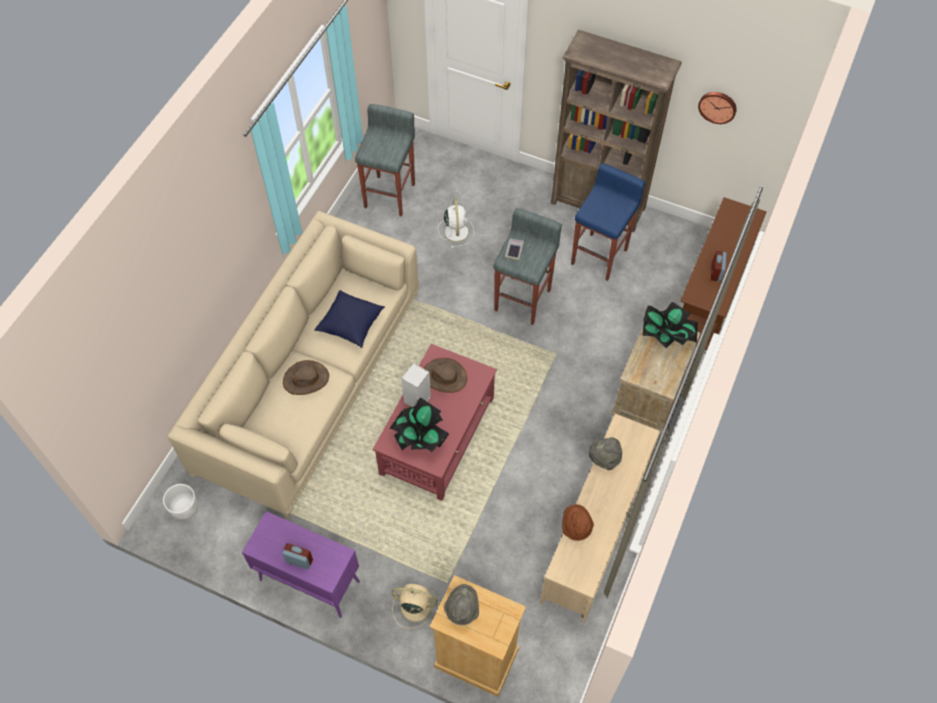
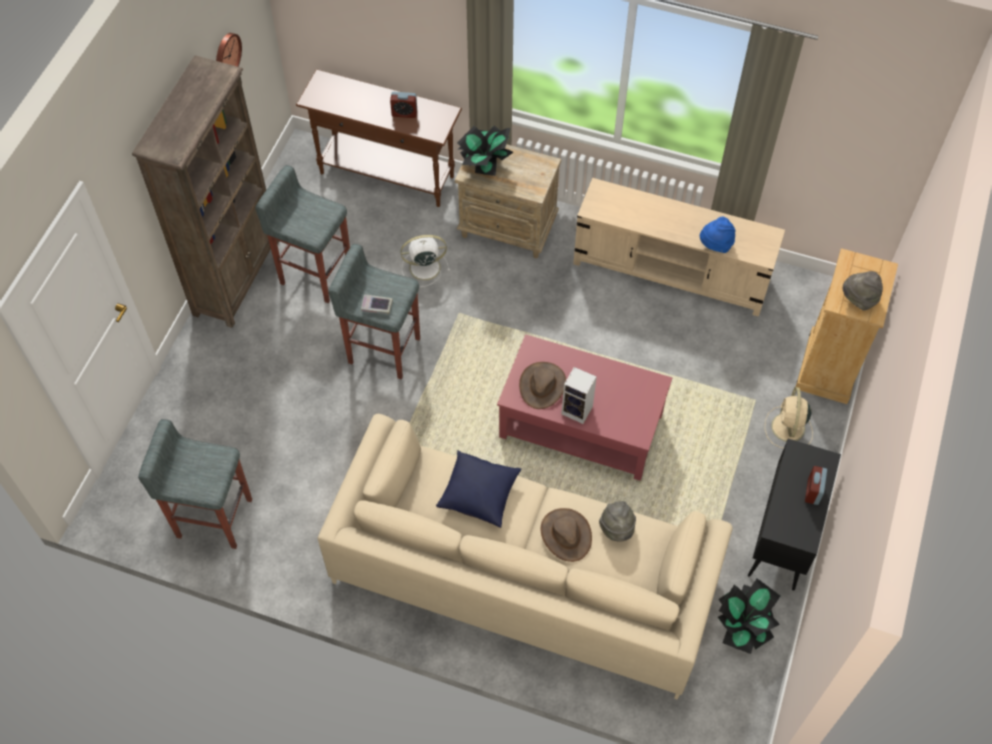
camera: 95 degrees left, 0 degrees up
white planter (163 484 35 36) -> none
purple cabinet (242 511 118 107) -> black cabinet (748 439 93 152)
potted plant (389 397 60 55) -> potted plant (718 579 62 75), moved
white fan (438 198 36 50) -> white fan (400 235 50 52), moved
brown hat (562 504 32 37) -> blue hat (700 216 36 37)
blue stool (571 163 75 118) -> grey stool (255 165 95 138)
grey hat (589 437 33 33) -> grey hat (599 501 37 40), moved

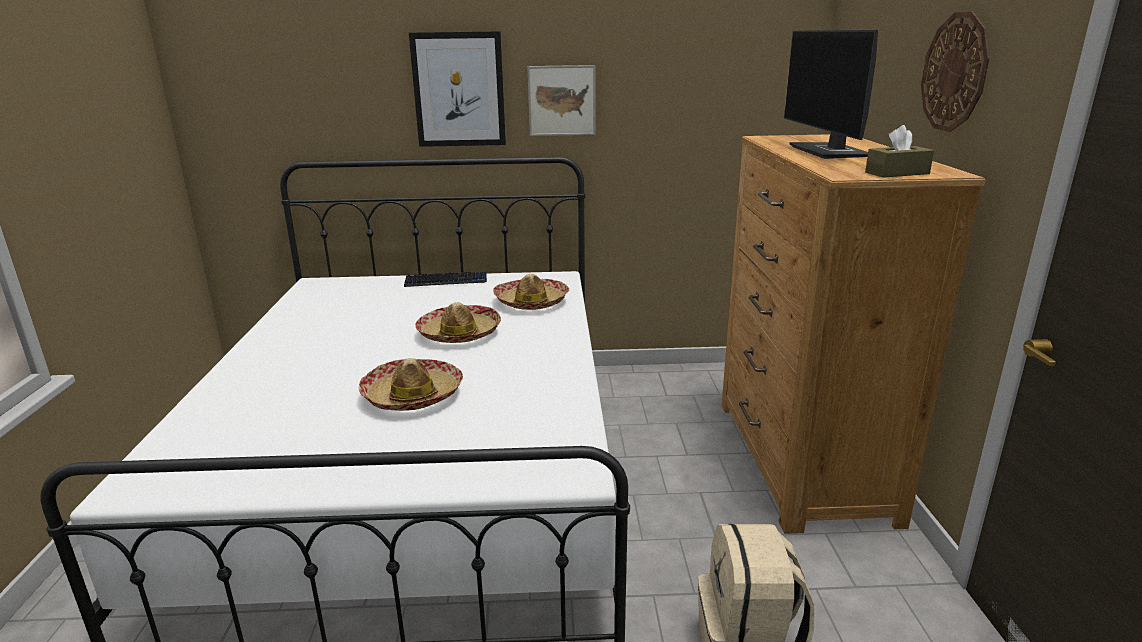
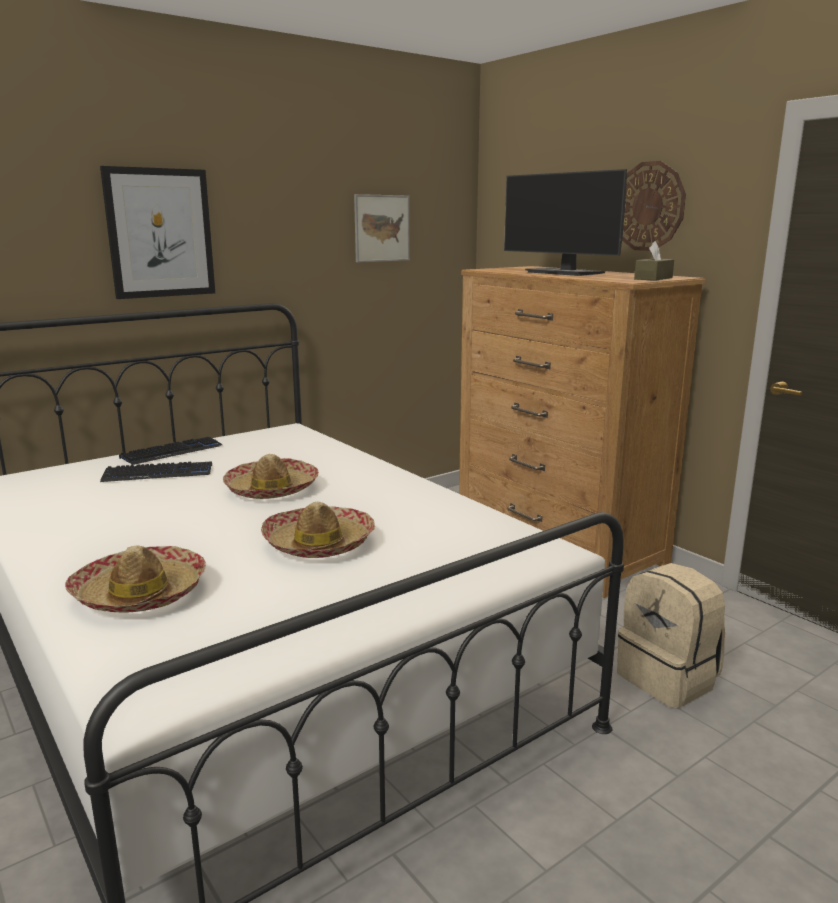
camera: 35 degrees left, 5 degrees down
hat (493 274 76 36) -> hat (65 545 141 68), moved
picture (527 65 68 71) -> picture (354 194 55 68), moved
none -> keyboard (100 461 112 21)

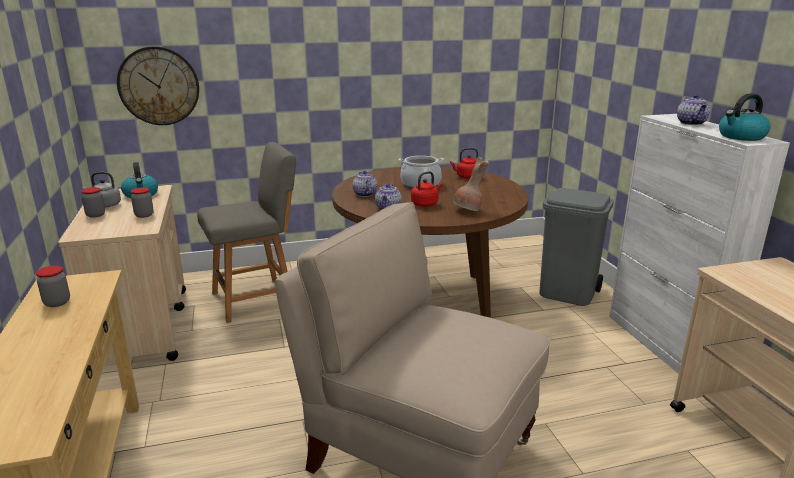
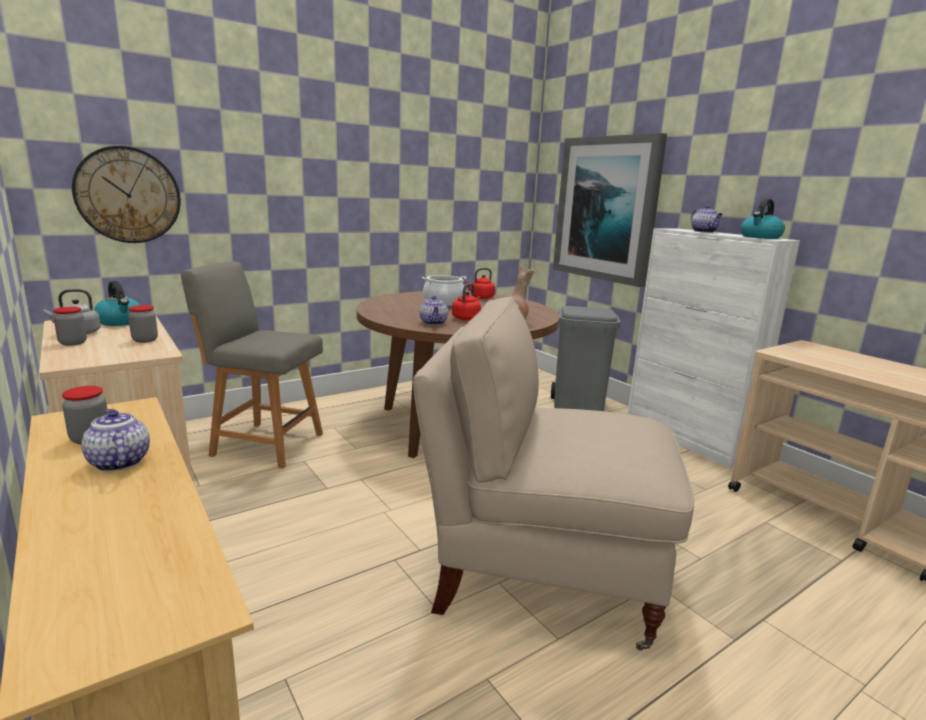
camera: 20 degrees left, 5 degrees down
grey chair (197 142 99 181) -> grey chair (181 261 142 208), 120 degrees counterclockwise
teapot (352 171 25 26) -> teapot (81 409 69 63), moved
none -> picture (553 133 114 154)

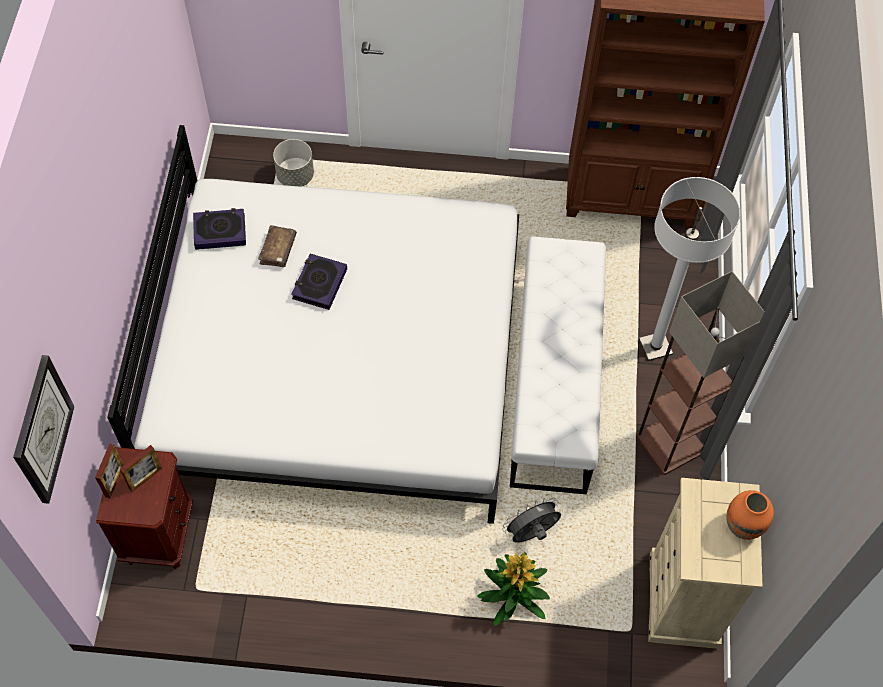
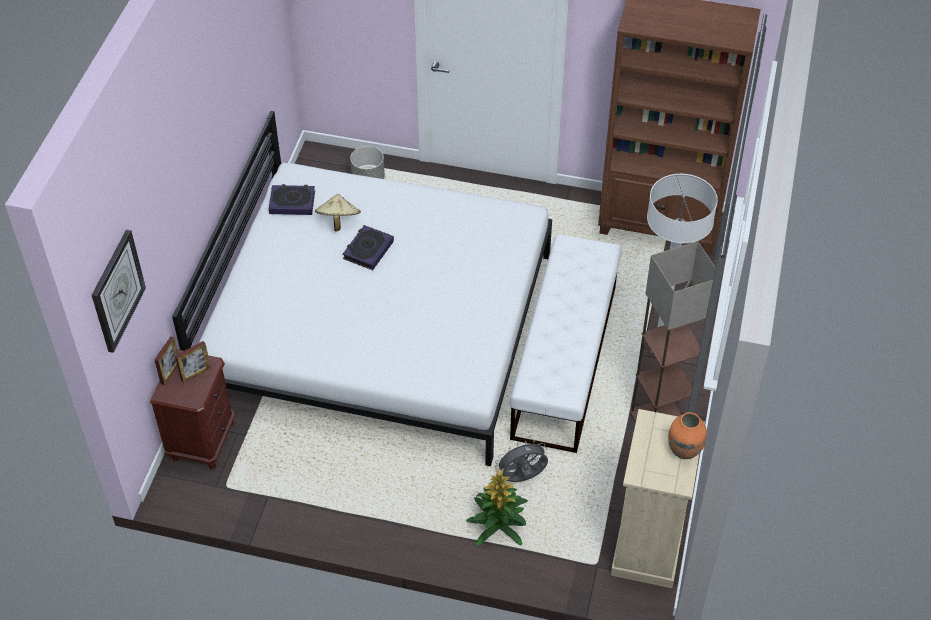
camera: 10 degrees right, 10 degrees down
brown book (258 225 39 42) -> beige hat (315 194 46 38)

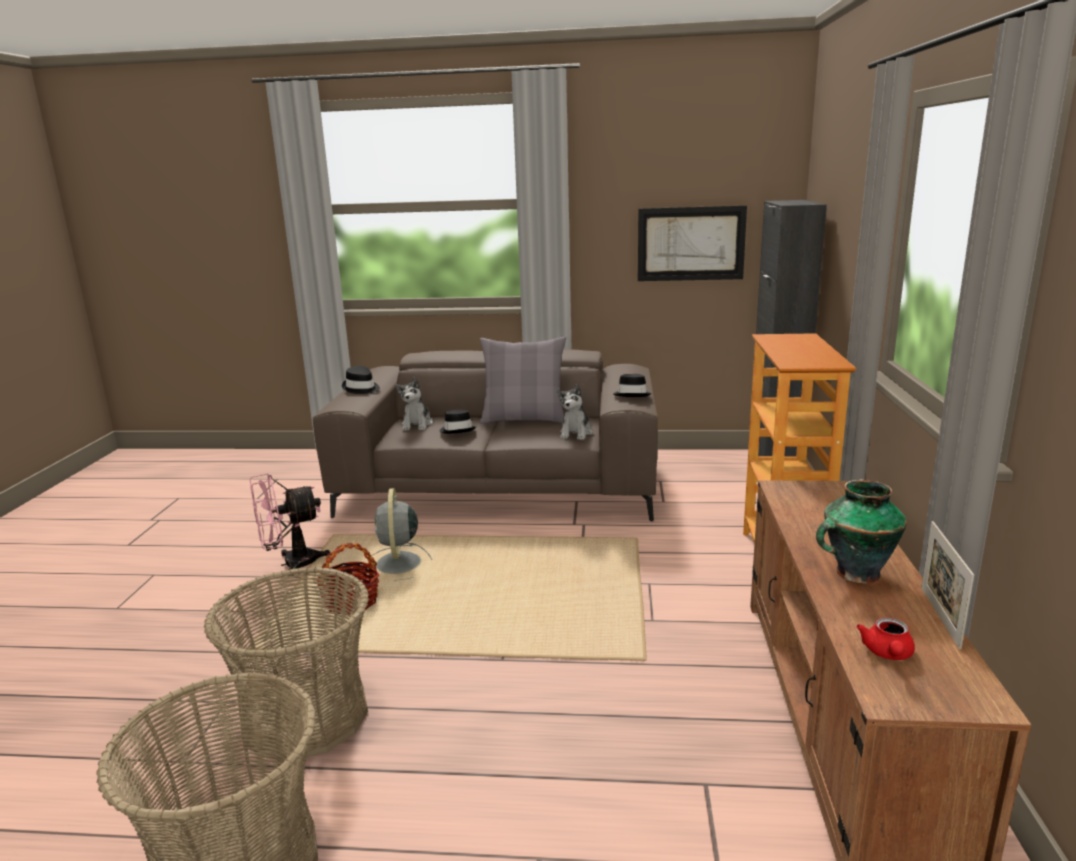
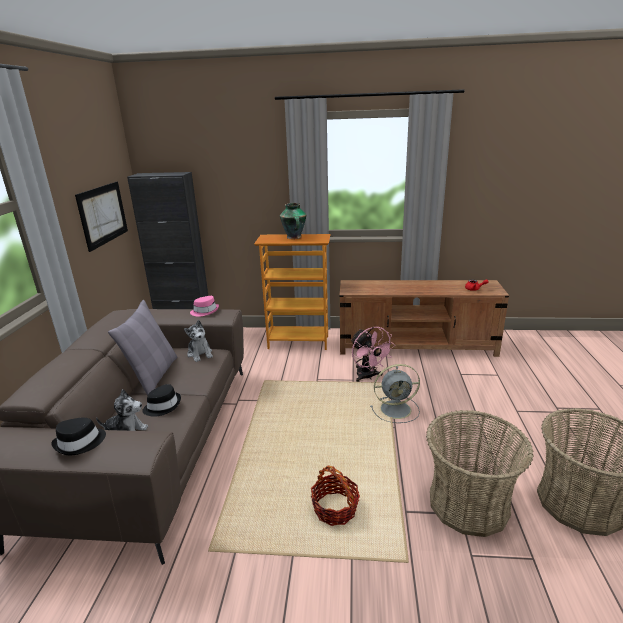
camera: 90 degrees left, 5 degrees up
pink fan (250 473 80 103) -> pink fan (351 327 44 55), moved
grey fan (367 488 65 93) -> grey fan (370 364 50 59), moved
plush toy (557 384 36 56) -> plush toy (184 320 29 42), 45 degrees clockwise
black hat (613 374 38 23) -> pink hat (190 296 29 21)
vase (816 480 91 104) -> vase (280 203 26 36), moved
picture frame (921 521 53 128) -> none

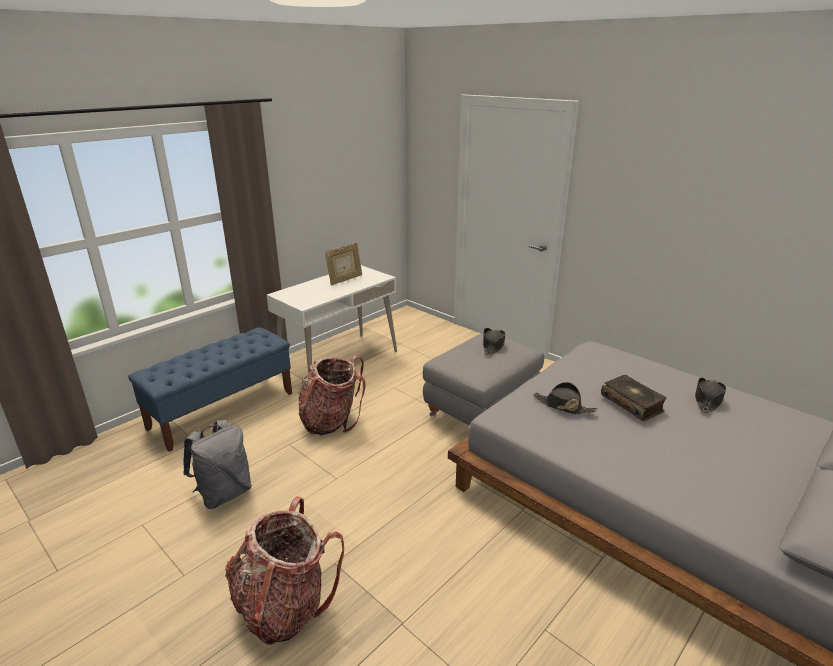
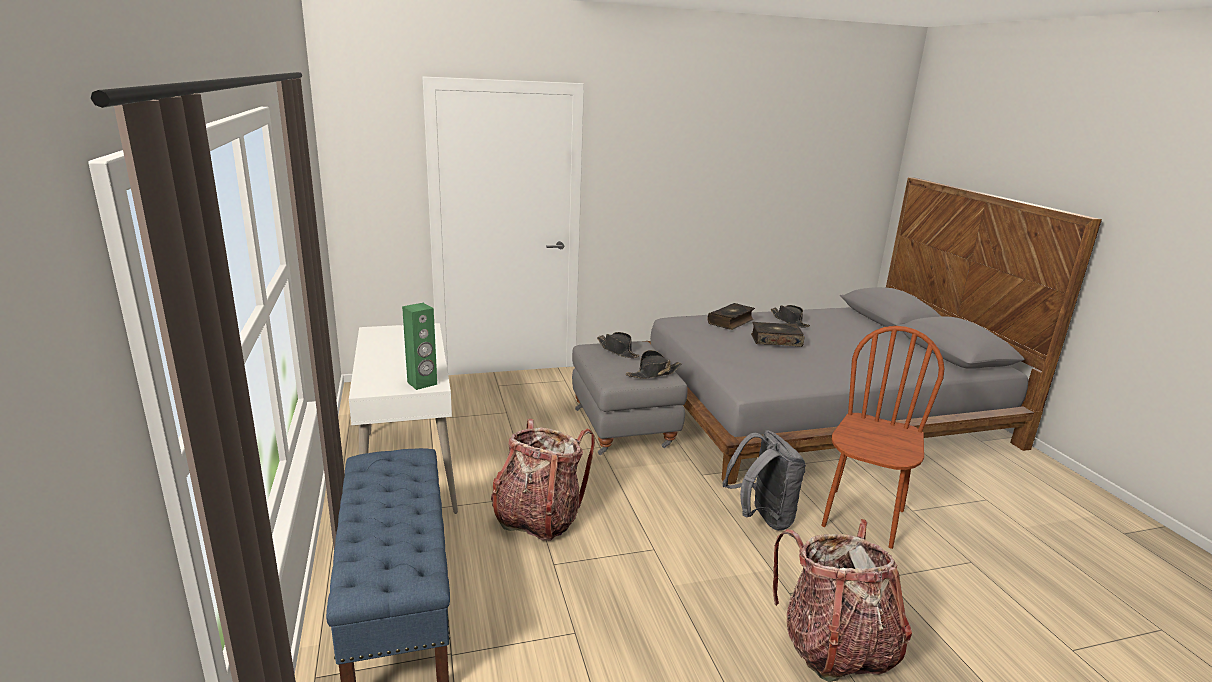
camera: 60 degrees left, 5 degrees down
grey backpack (183 420 69 89) -> grey backpack (723 430 83 101), moved
picture frame (325 243 37 42) -> none
black hat (533 382 64 33) -> black hat (626 350 56 29), moved
none -> green speaker (402 303 35 87)
none -> book (708 303 47 27)
none -> brown chair (821 326 124 223)

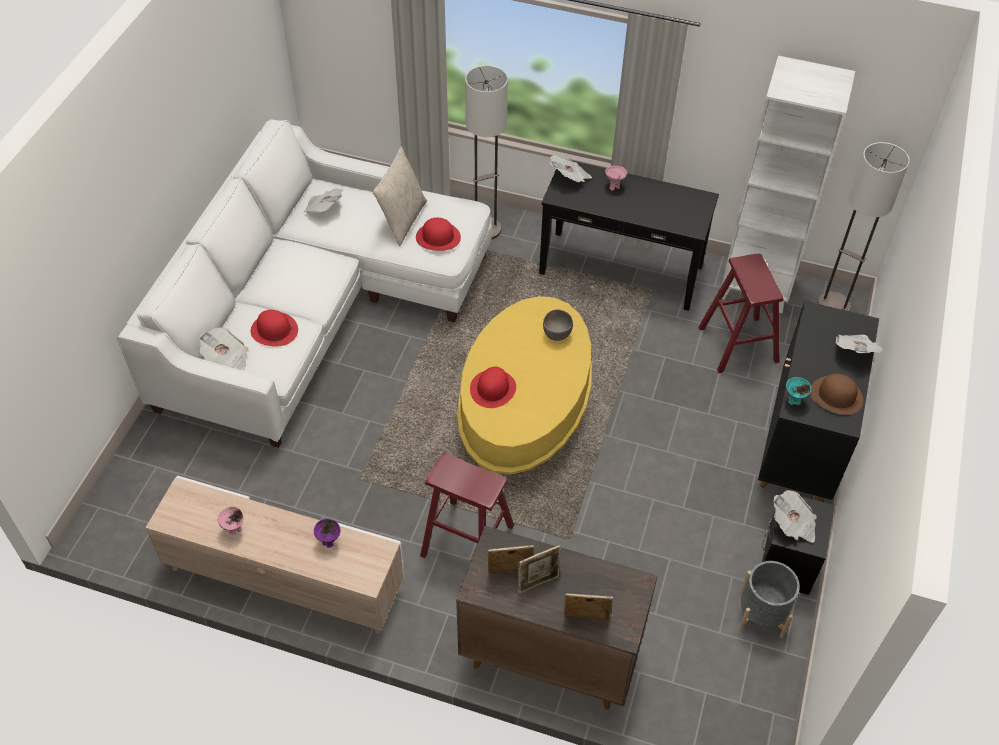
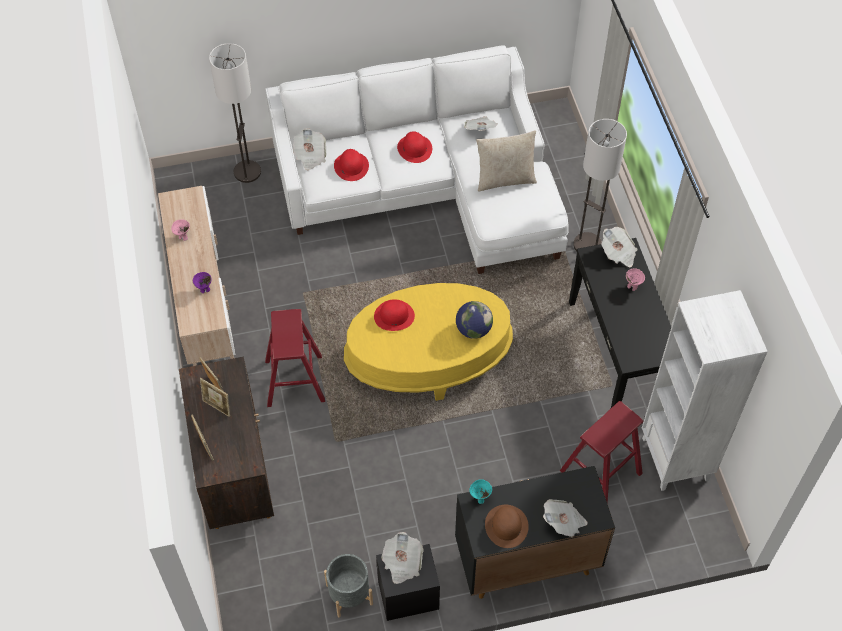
camera: 60 degrees right, 5 degrees up
red hat (416 218 45 33) -> red hat (397 131 35 32), moved
grey bowl (543 309 30 32) -> globe (456 301 37 38)
floor lamp (817 142 93 169) -> floor lamp (209 43 52 140), moved

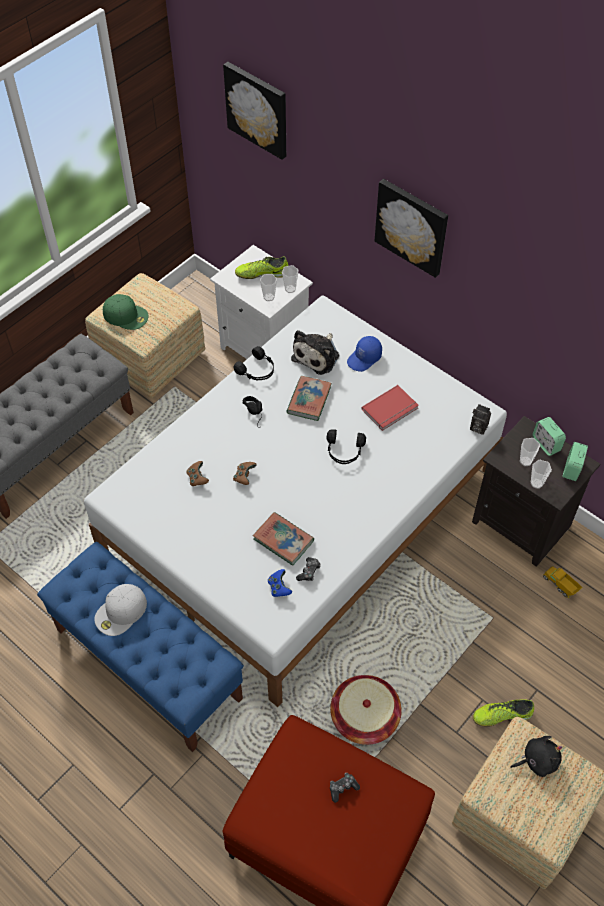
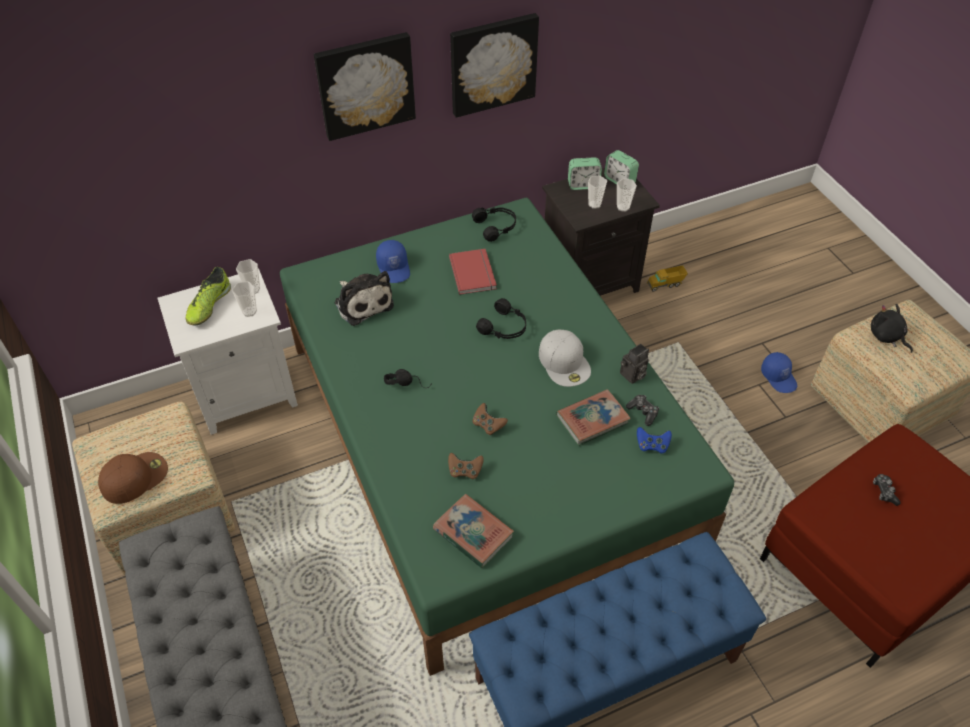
camera: 65 degrees left, 5 degrees down
white bed (84 295 423 412) -> green bed (280 198 454 478)
white cap (94 584 53 52) -> white cap (539 330 52 57), moved
green cap (103 294 46 36) -> brown cap (98 452 70 52)
picture (223 62 63 98) -> picture (450 13 89 105), moved
black headphones (233 346 41 34) -> black headphones (472 207 44 35), moved
book (286 376 46 45) -> book (433 494 81 74), moved
basket (330 675 72 70) -> none
photo camera (470 404 21 31) -> photo camera (620 344 29 40), moved
shoe (473 700 61 27) -> blue cap (761 352 36 41)
black plush toy (510 736 52 41) -> black plush toy (871 304 42 49), 45 degrees counterclockwise

